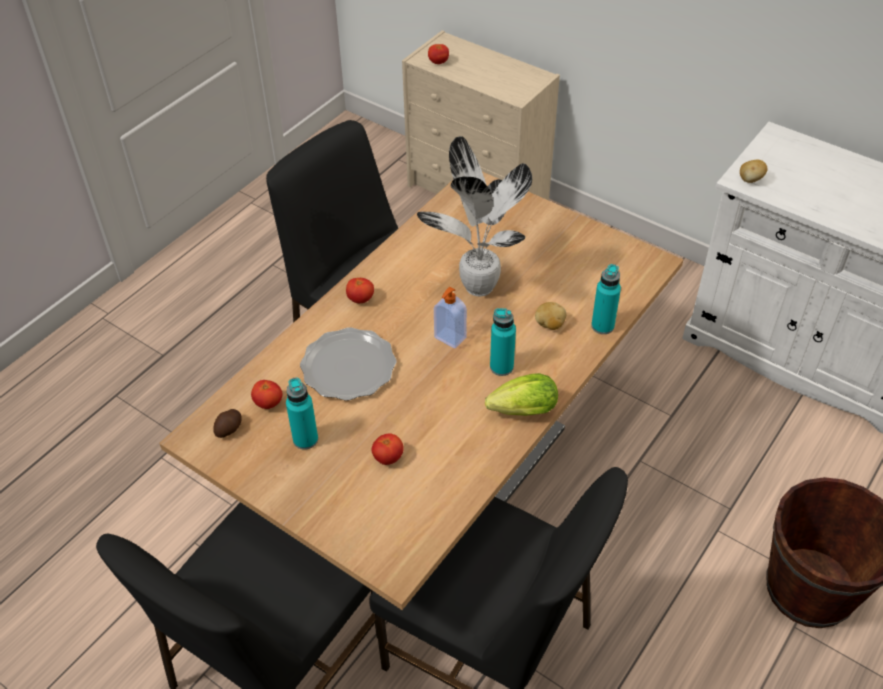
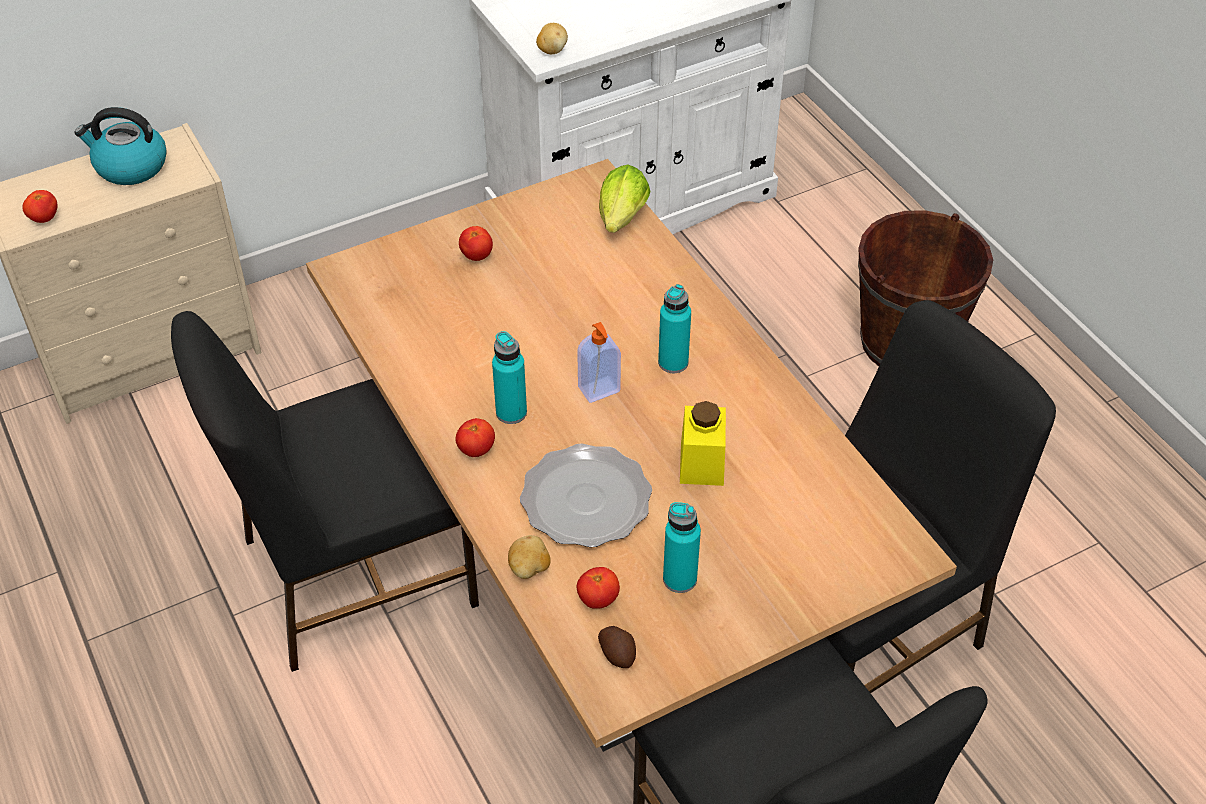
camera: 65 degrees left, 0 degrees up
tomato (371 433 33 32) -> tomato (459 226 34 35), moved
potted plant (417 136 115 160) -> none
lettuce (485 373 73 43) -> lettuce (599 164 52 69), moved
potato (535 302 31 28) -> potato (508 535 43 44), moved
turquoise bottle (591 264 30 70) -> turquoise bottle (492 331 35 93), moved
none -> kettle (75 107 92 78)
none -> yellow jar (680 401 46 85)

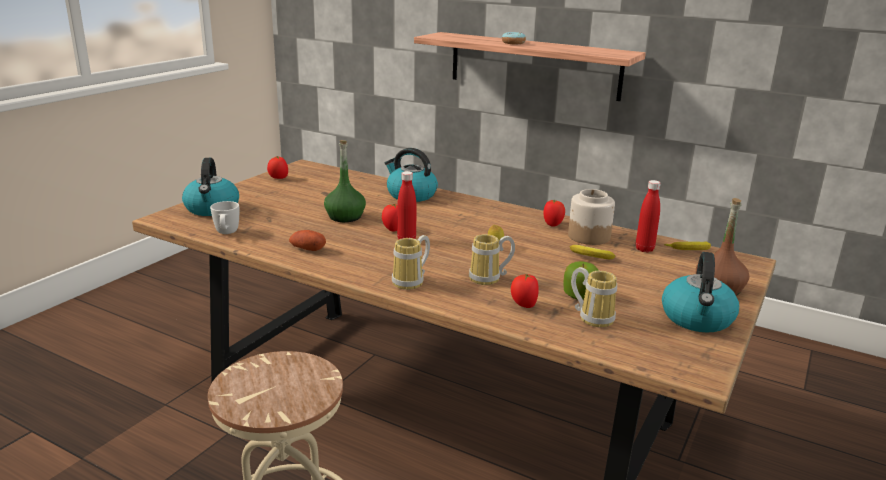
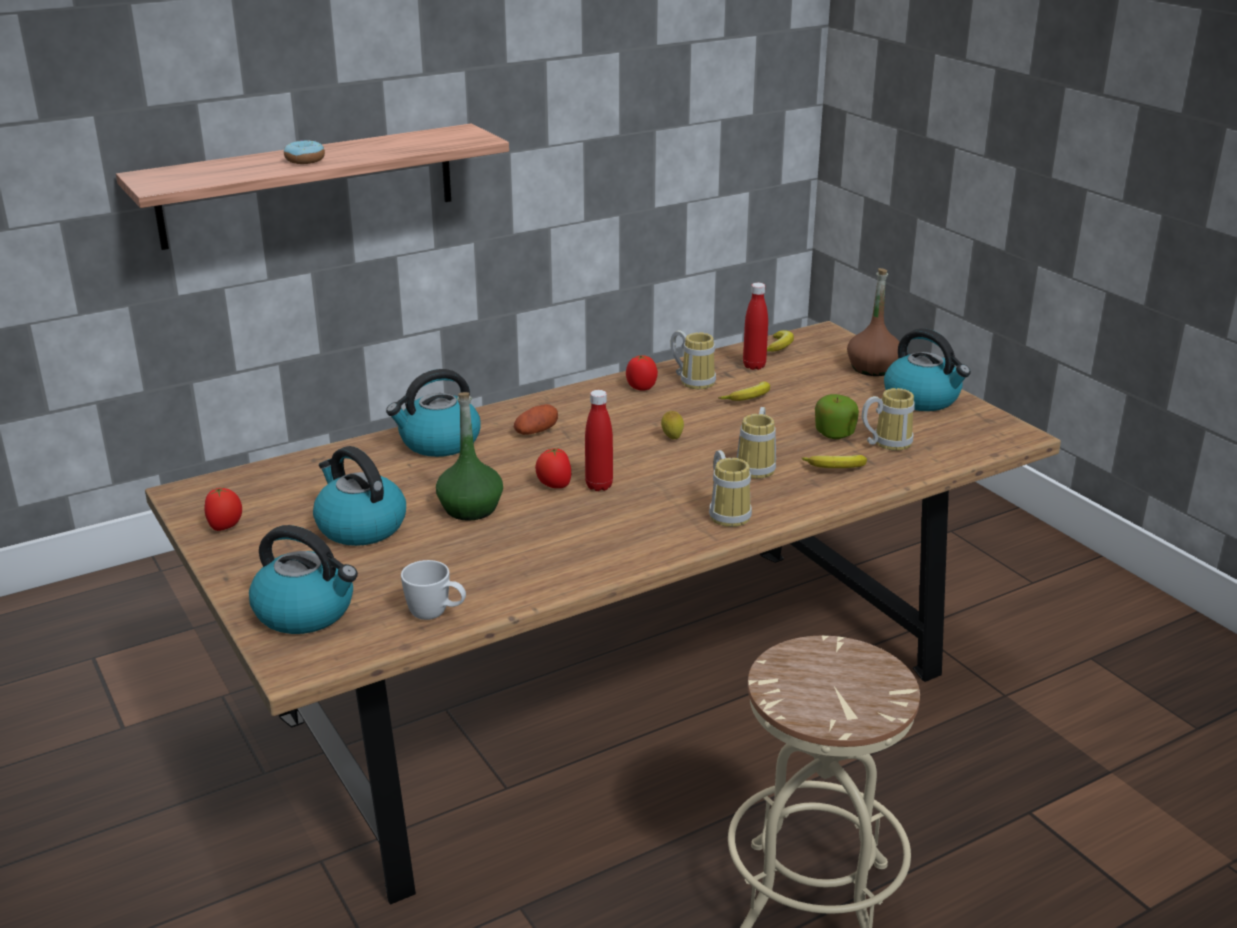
camera: 60 degrees left, 5 degrees up
potato (289 230 37 21) -> potato (514 404 44 31), moved
tomato (511 273 28 35) -> banana (802 455 65 13)
jar (568 189 47 56) -> mug (670 330 46 59)
none -> kettle (313 446 93 100)

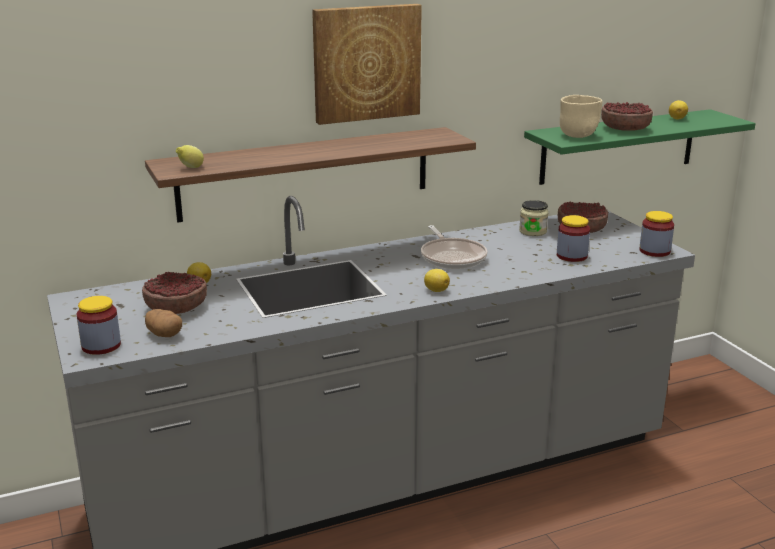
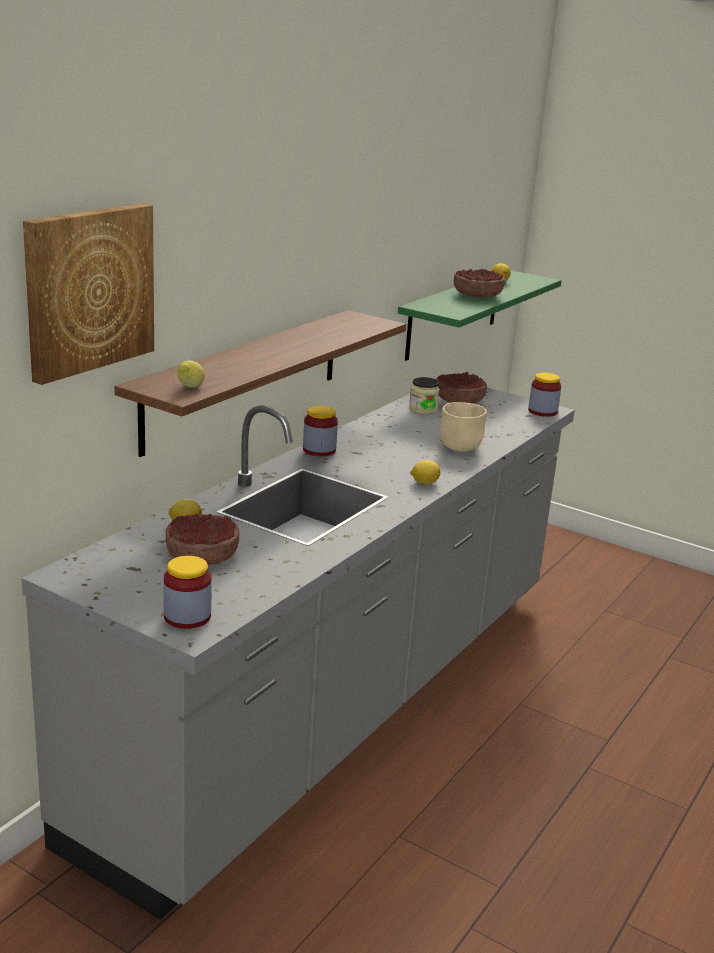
camera: 35 degrees left, 0 degrees up
potato (145 309 37 28) -> none
picture (312 4 110 121) -> picture (23 203 131 182), moved
frying pan (421 225 67 44) -> none
jar (557 215 33 47) -> jar (303 406 35 50), moved
beige bowl (560 95 42 43) -> beige bowl (440 402 47 50), moved

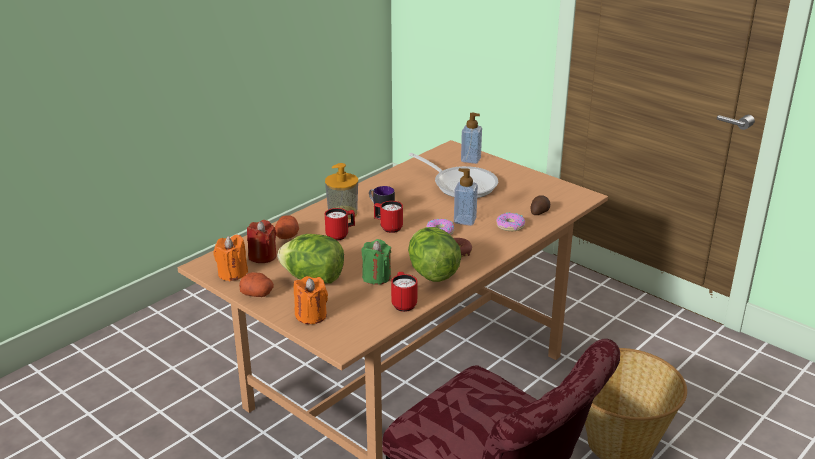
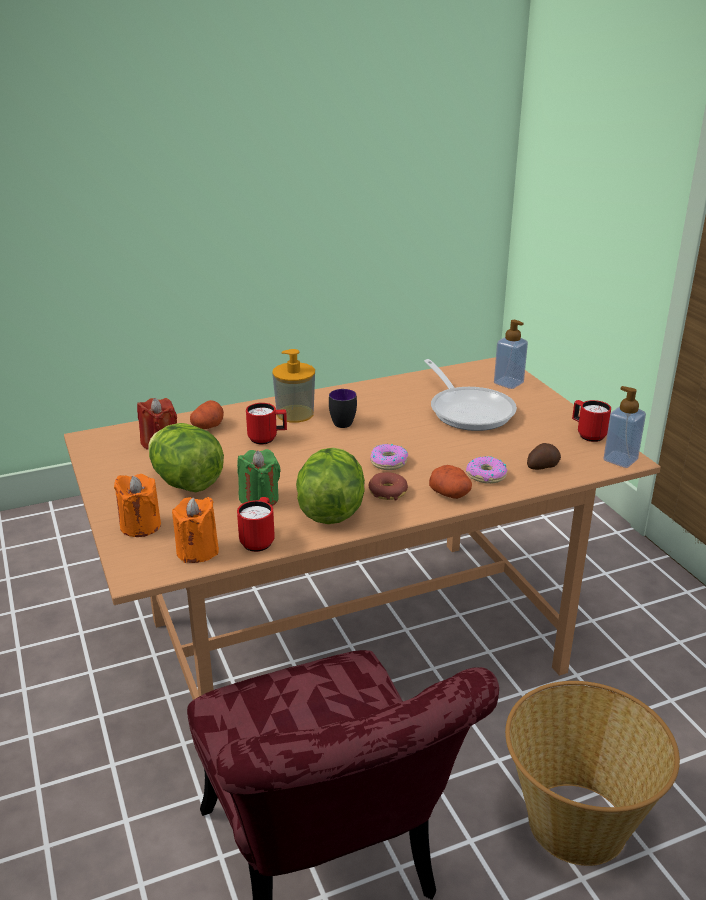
camera: 25 degrees right, 0 degrees up
orange candle (214 235 34 46) -> orange candle (172 497 47 66), moved
potato (239 272 35 25) -> potato (429 465 43 34), moved
red mug (374 201 29 32) -> red mug (572 400 39 42), moved
soap dispenser (454 168 24 58) -> soap dispenser (603 386 43 82), moved

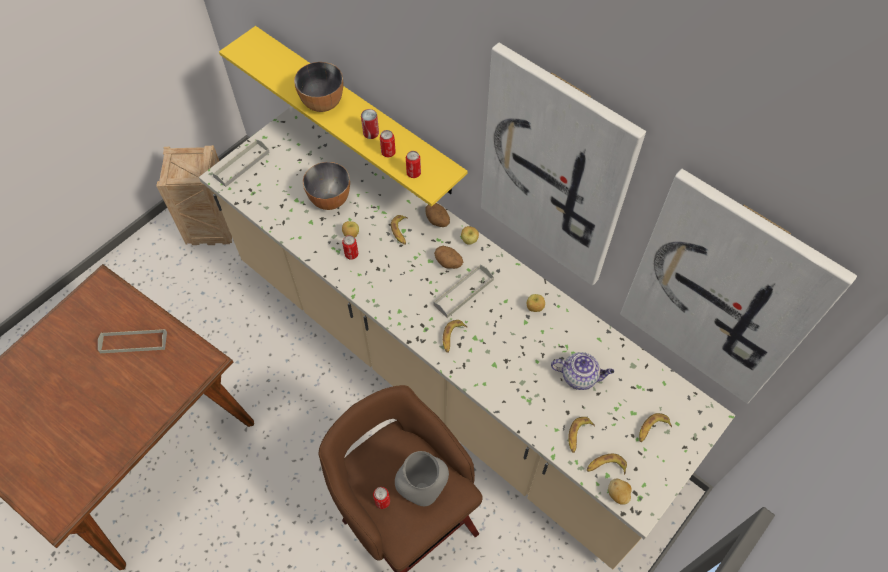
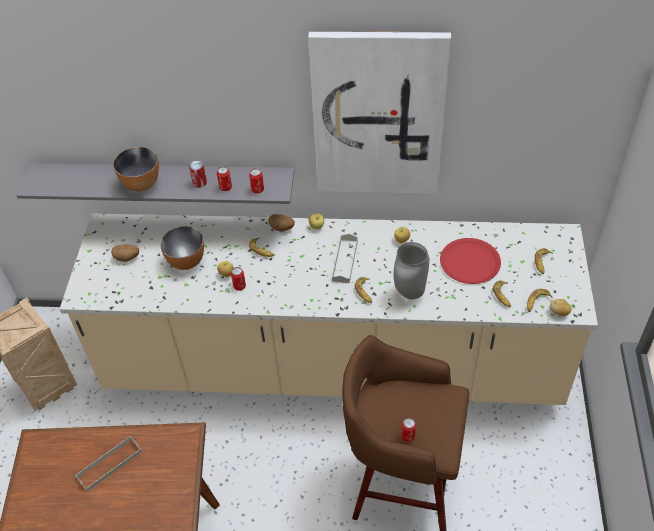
camera: 35 degrees left, 10 degrees down
grey tray (212 139 58 48) -> none
yellow shelf (219 26 249 181) -> grey shelf (16 163 278 41)
grey vase (395 451 54 55) -> grey vase (394 242 35 58), moved
potato (434 246 29 23) -> potato (111 245 28 17), moved
teapot (551 352 63 38) -> red plate (440 238 61 46)
picture (620 169 237 235) -> none

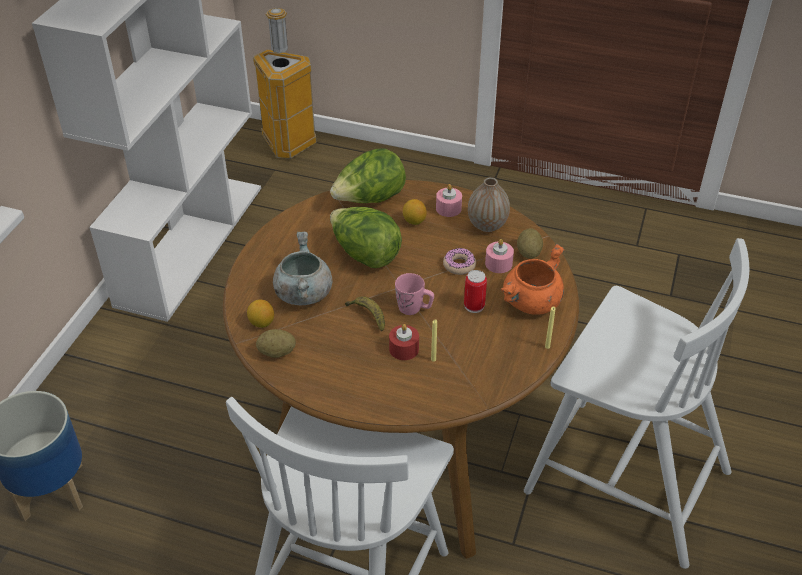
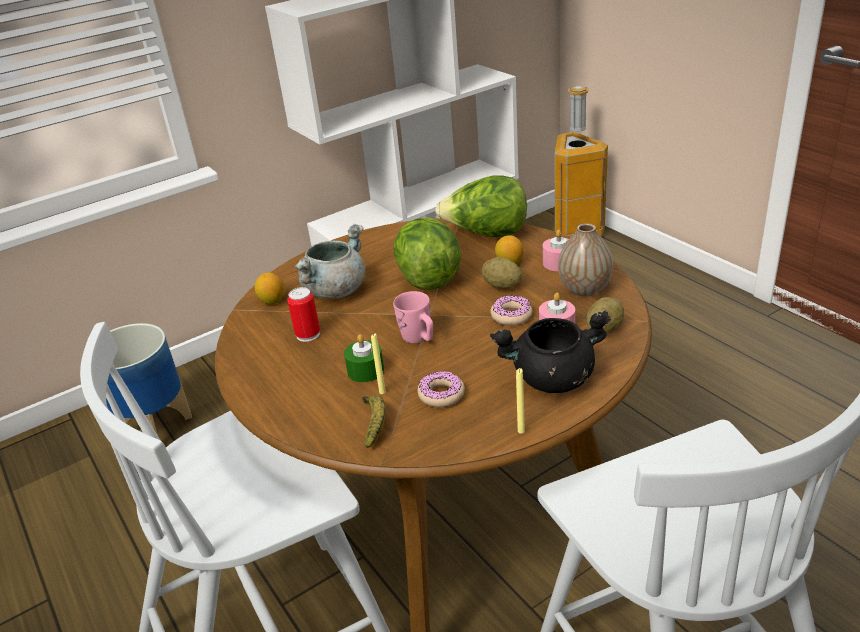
camera: 40 degrees right, 10 degrees down
potato (256 329 40 29) -> potato (481 257 41 32), moved
banana (345 296 40 36) -> banana (362 395 24 53), moved
red candle (389 324 30 36) -> green candle (344 334 40 49)
can (464 270 23 43) -> can (287 287 33 55), moved
orange cooking pot (501 244 63 71) -> black cooking pot (490 310 121 83)
none -> donut (418 371 47 36)

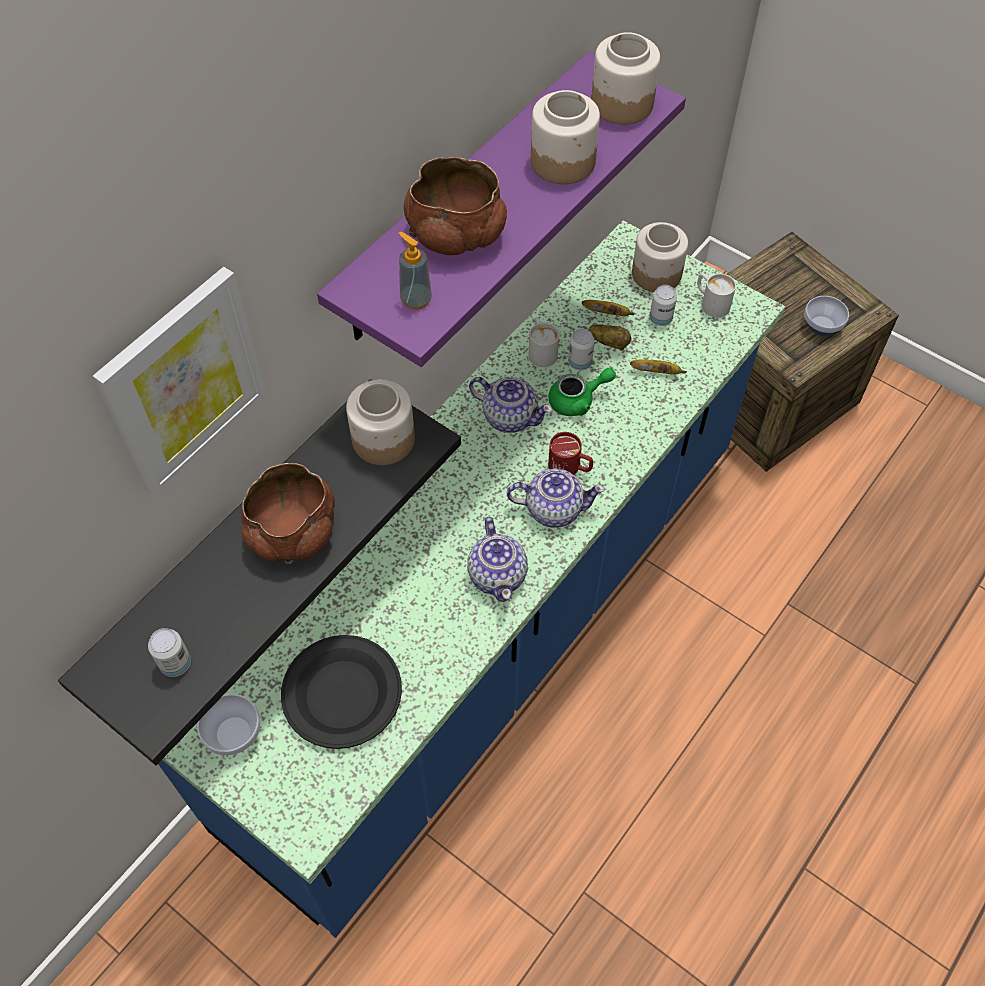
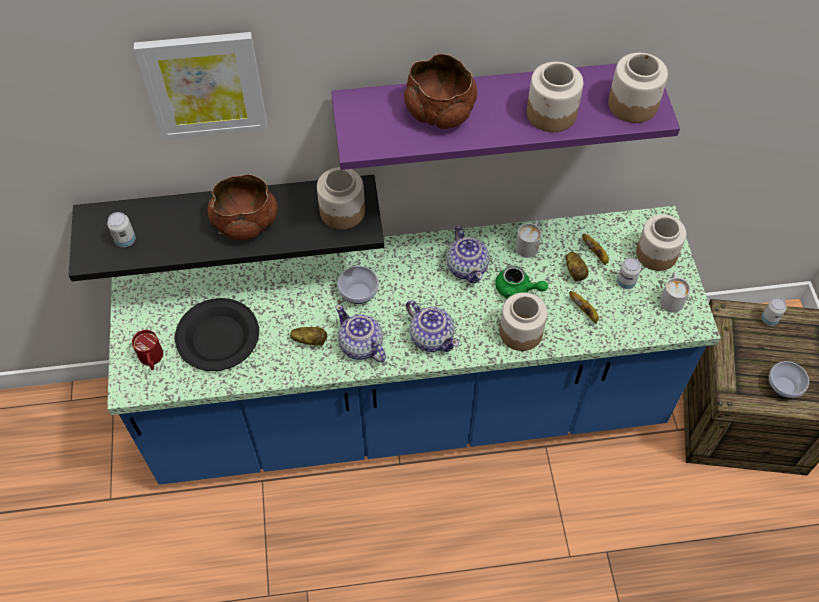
camera: 45 degrees right, 0 degrees up
bowl (197 694 64 62) -> bowl (338 266 41 38), moved
soap dispenser (399 232 33 78) -> none
teapot (467 517 61 85) -> teapot (335 304 51 59), 105 degrees clockwise
red mug (548 432 45 43) -> red mug (132 330 31 40), moved
can (568 329 27 41) -> can (761 298 26 28), moved
none -> potato (290 327 37 19)
none -> jar (499 292 48 59)

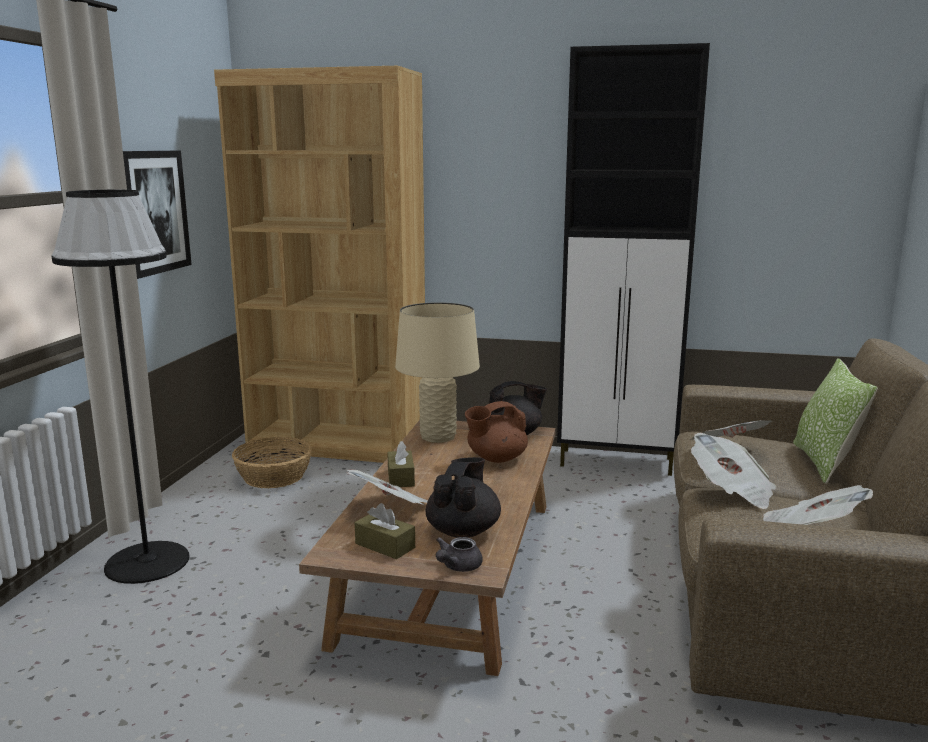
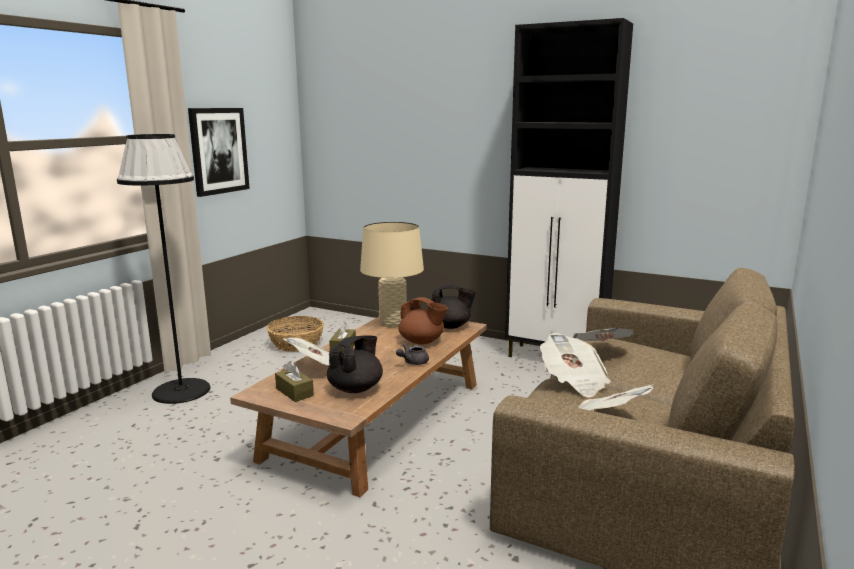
camera: 15 degrees right, 0 degrees up
brown bookcase (214 66 211 397) -> none
grey teapot (436 537 47 35) -> grey teapot (396 344 33 21), moved
brown teapot (465 401 63 62) -> brown teapot (398 297 50 48), 135 degrees counterclockwise
pillow (793 358 85 126) -> none

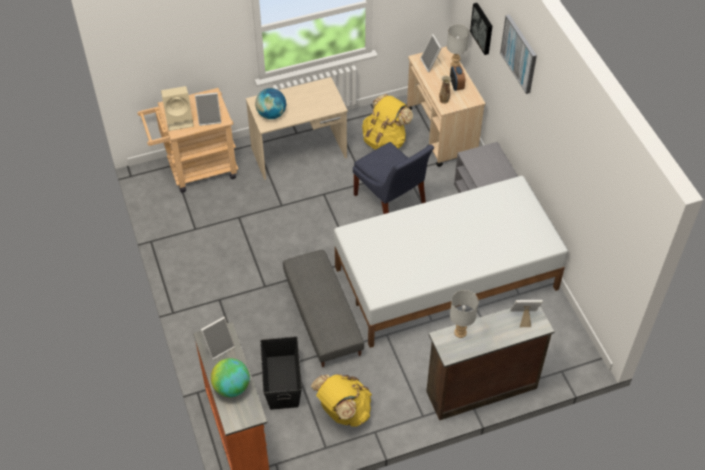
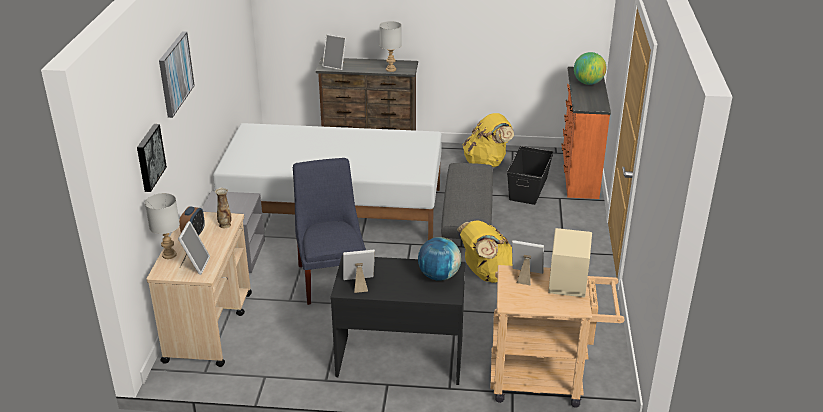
camera: 155 degrees left, 20 degrees down
picture frame (201 317 34 43) -> picture frame (343 250 32 43), moved
beige desk (246 77 102 103) -> black desk (330 255 136 130)
yellow backpack (362 94 51 56) -> yellow backpack (457 221 55 62), moved

